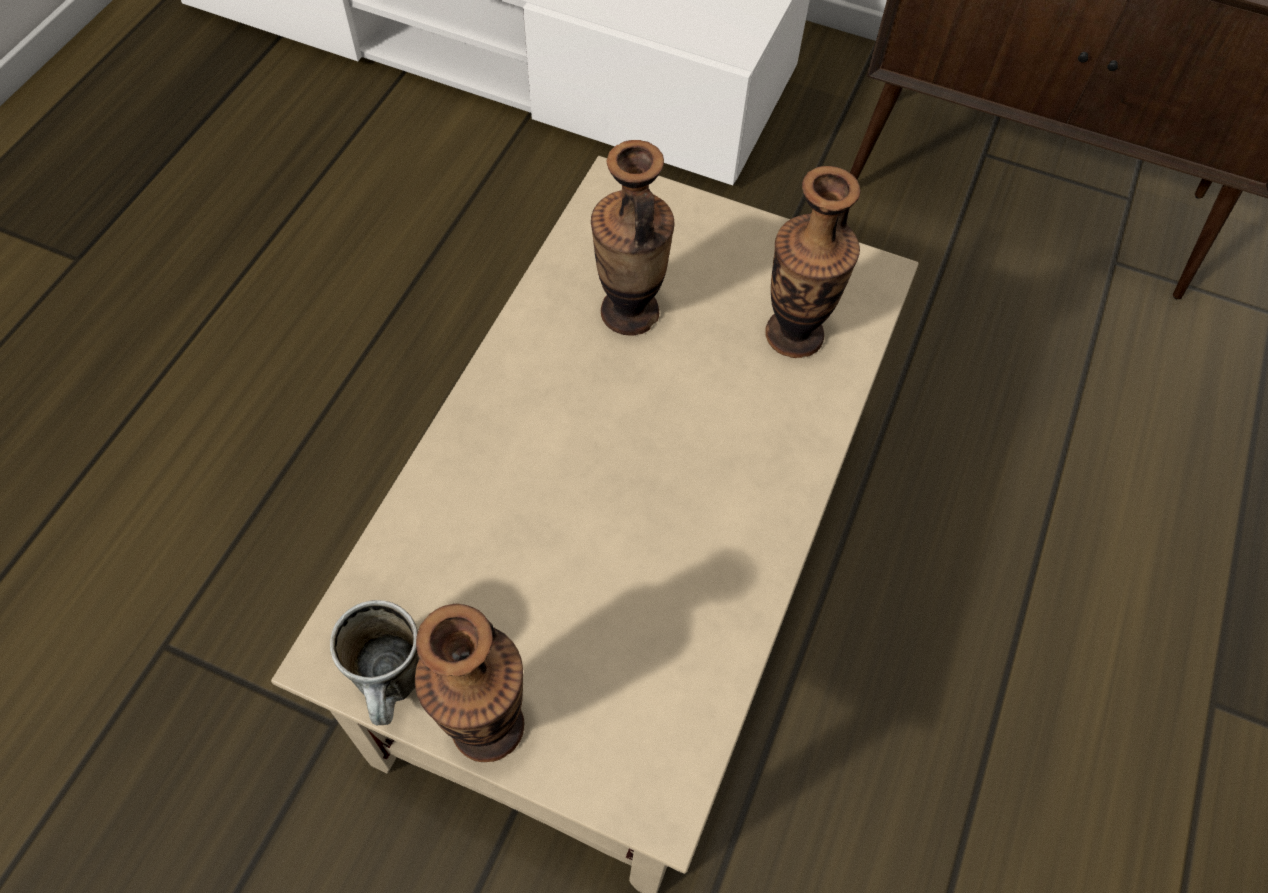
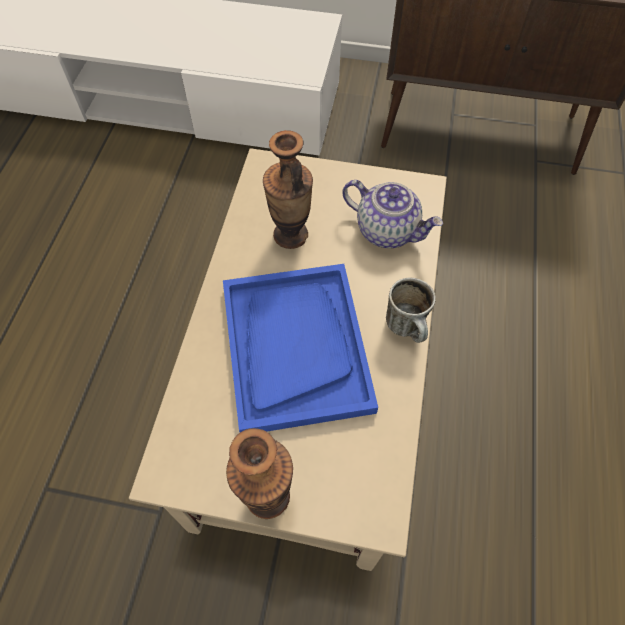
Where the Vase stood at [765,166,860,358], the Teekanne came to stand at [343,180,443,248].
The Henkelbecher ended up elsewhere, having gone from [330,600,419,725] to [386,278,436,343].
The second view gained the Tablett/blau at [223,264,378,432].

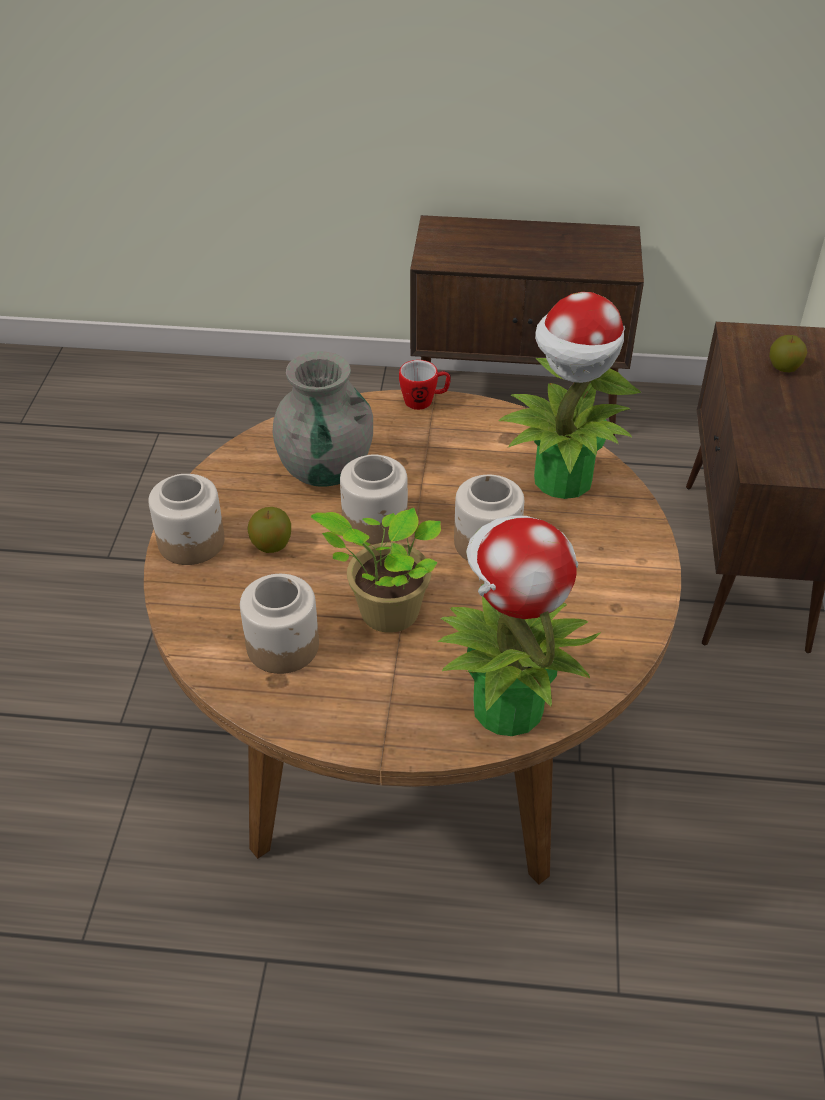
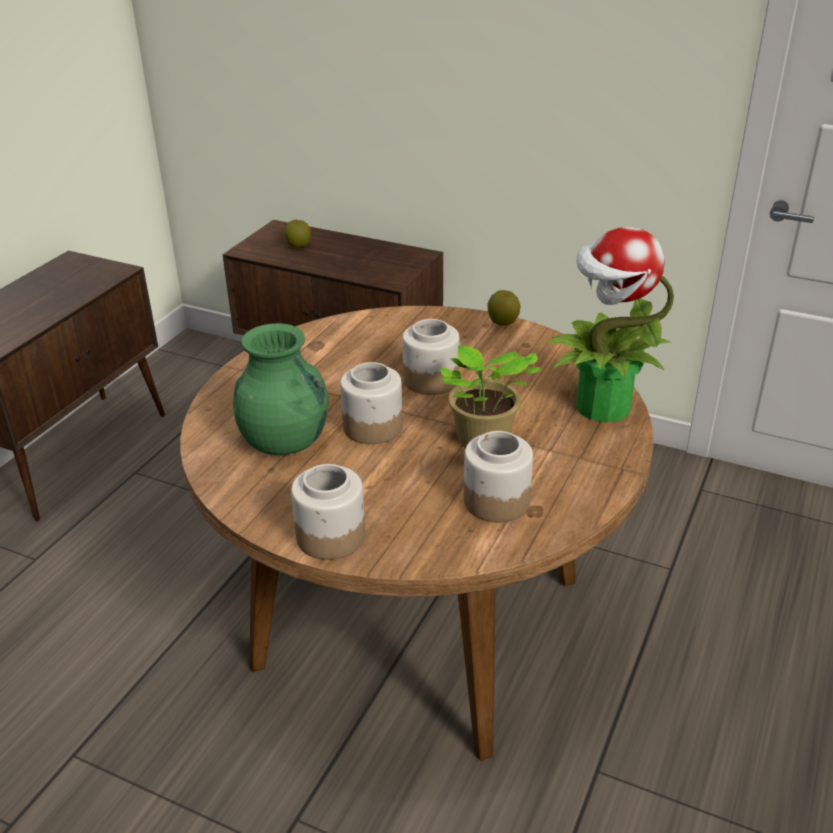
The second view lost the Topfpflanze at [499,292,641,499].
What was the Vase/grau at [273,351,373,487] turned into the Vase/grün at [233,323,328,455].
The second view lost the Henkelbecher at [399,360,451,410].
The Apfel ended up elsewhere, having gone from [247,507,291,553] to [487,290,521,325].

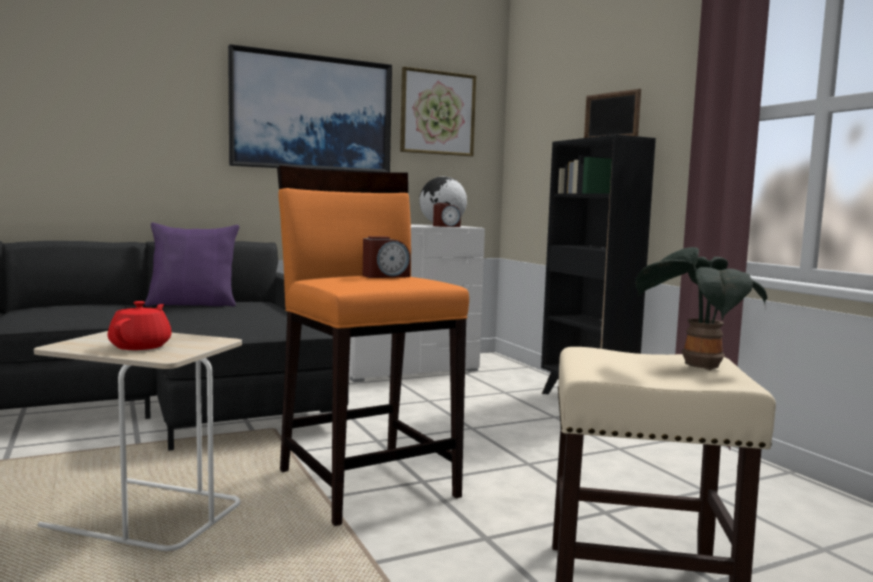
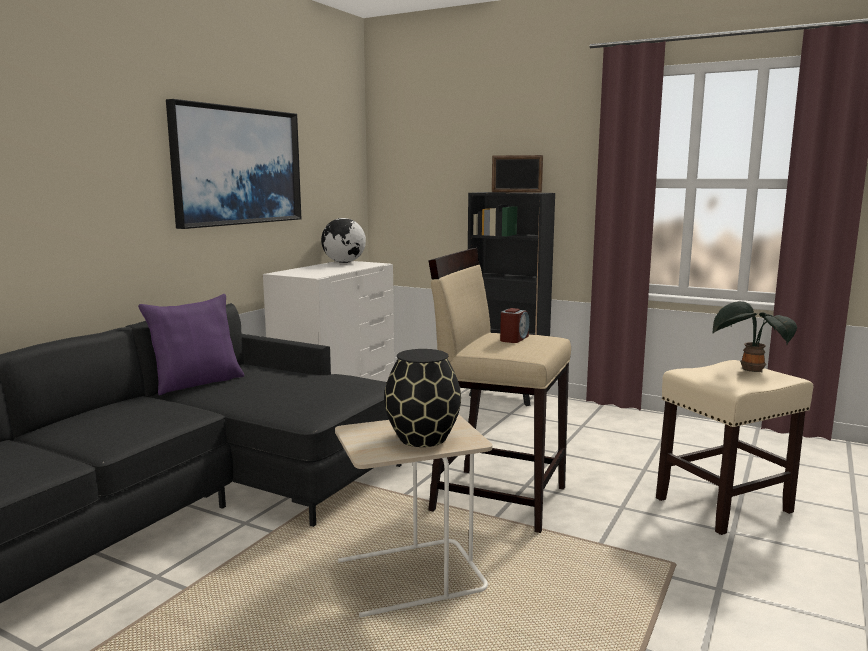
The second view lost the Bild at [400,67,476,157].
What was the Hocker/orange at [277,165,469,526] turned into the Hocker/beige at [428,248,571,533].
The second view lost the Wecker at [433,203,461,227].
Where the Teekanne/rot stood at [107,301,172,350], the Vase/schwarz came to stand at [384,349,461,447].

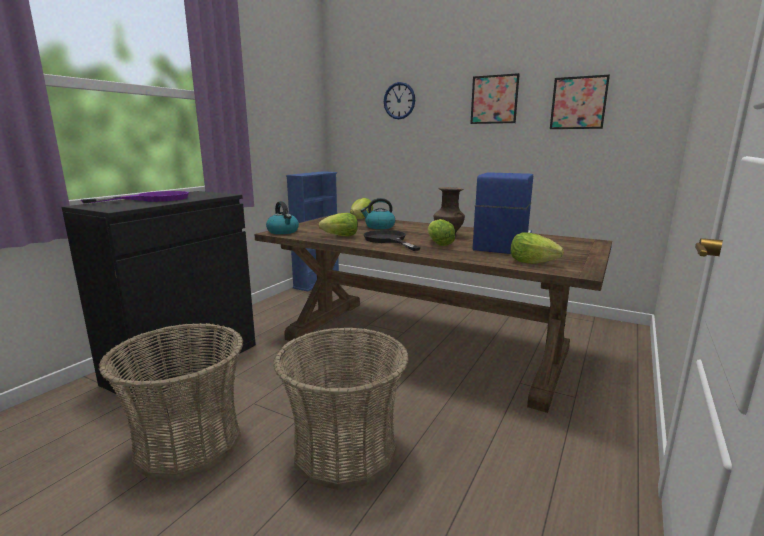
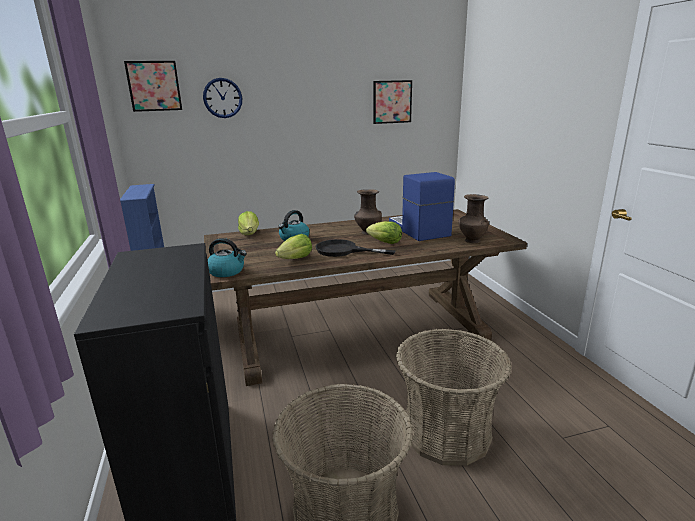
The Bild ended up elsewhere, having gone from [470,73,520,124] to [124,61,182,112].
The second view lost the Pfanne/lila at [81,191,189,204].
Where the Salatkopf stood at [510,232,564,264], the Vase/braun came to stand at [458,194,489,243].

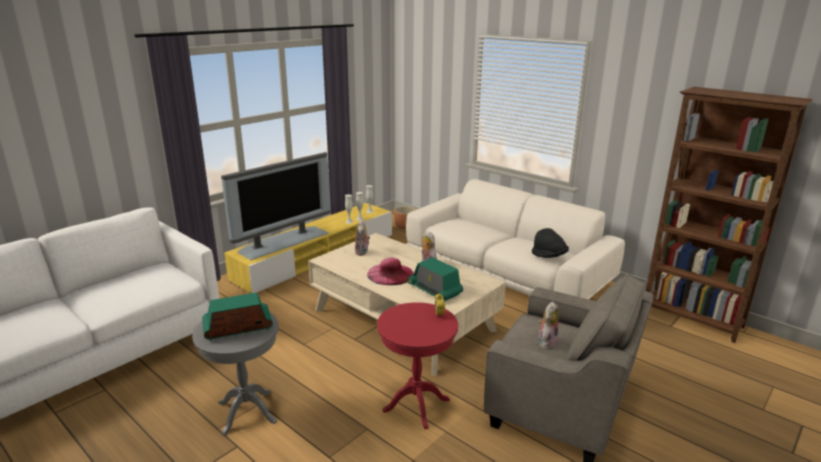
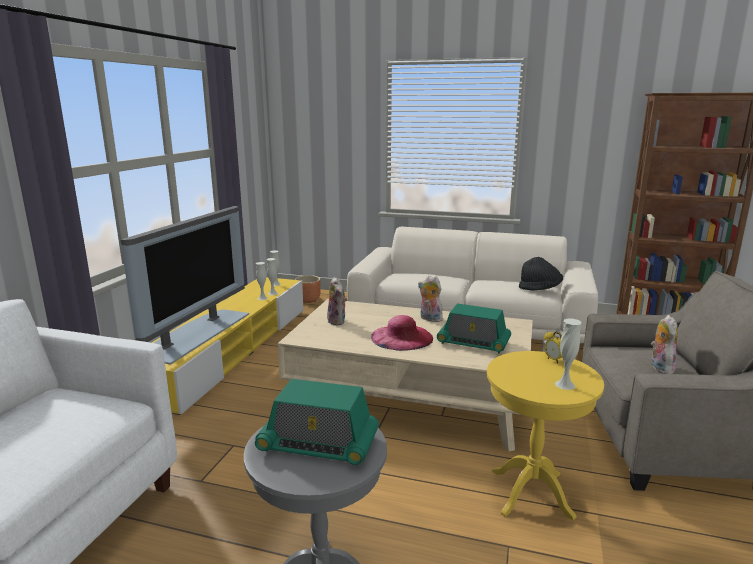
The Radio at [202,292,273,341] ended up facing another way, 120 degrees counterclockwise from before.
What was the Beistelltisch/rot at [377,302,458,429] turned into the Beistelltisch/gelb at [487,351,604,520].
The second view gained the Vase/weiß at [555,319,582,390].

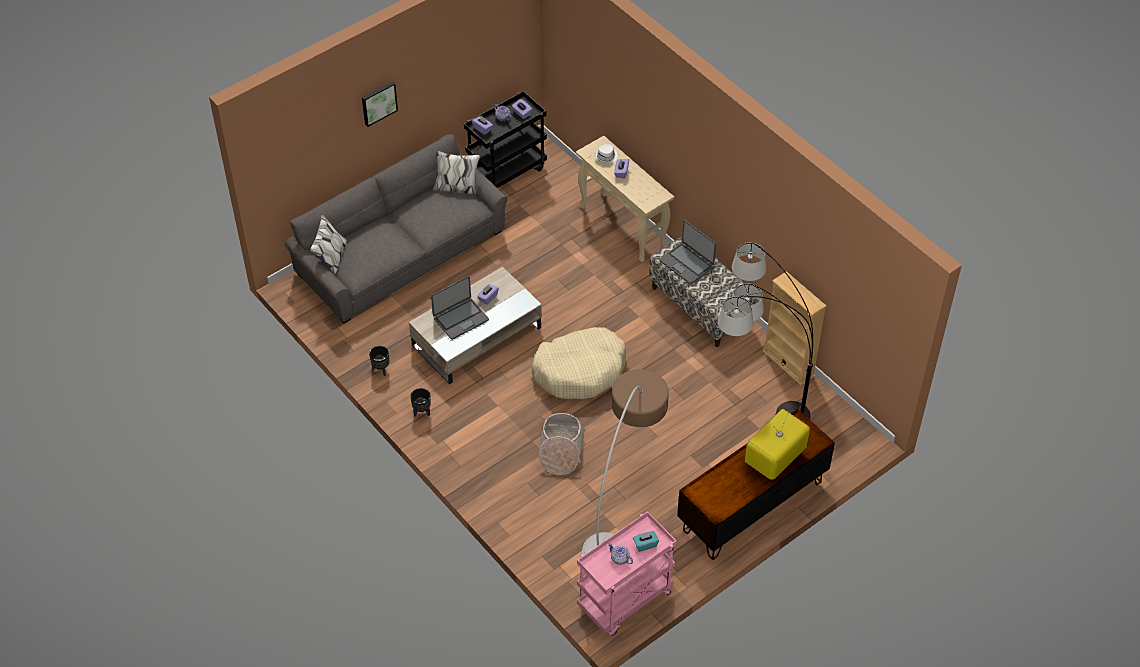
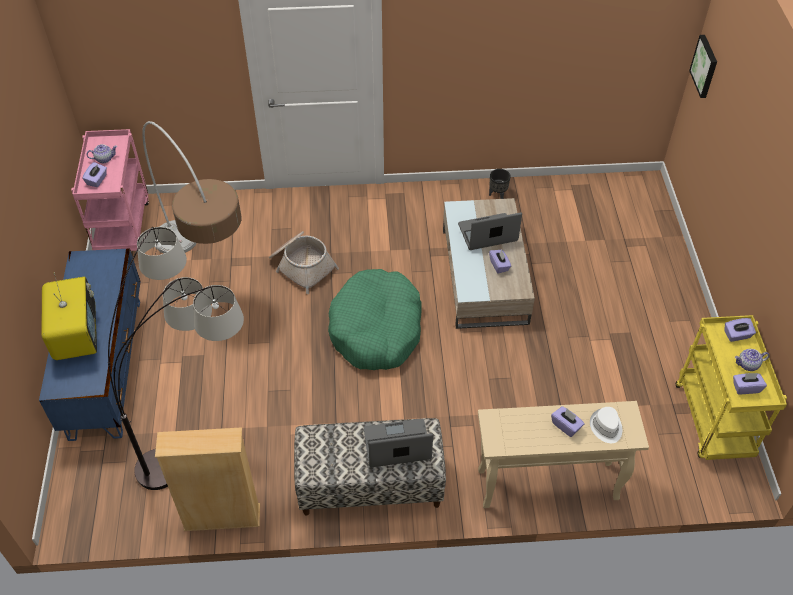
The Bild ended up elsewhere, having gone from [362,81,398,127] to [689,35,717,98].
What was the Rollwagen/schwarz at [464,91,547,188] turned into the Rollwagen/gelb at [676,315,787,460].
The second view lost the Sofa/grau at [285,134,507,323].
The Laptop at [431,276,489,340] ended up facing another way, 75 degrees clockwise from before.
What was the Hundebett/beige at [532,327,626,399] turned into the Hundebett/grün at [328,269,422,370].
The second view lost the Pflanzkübel/schwarz at [410,388,431,416].
What was the Fernsehschrank/braun at [677,409,835,560] turned into the Fernsehschrank/blau at [39,248,141,441].
What was the Taschentuchbox/türkis at [633,531,659,552] turned into the Taschentuchbox/lila at [82,162,107,187].

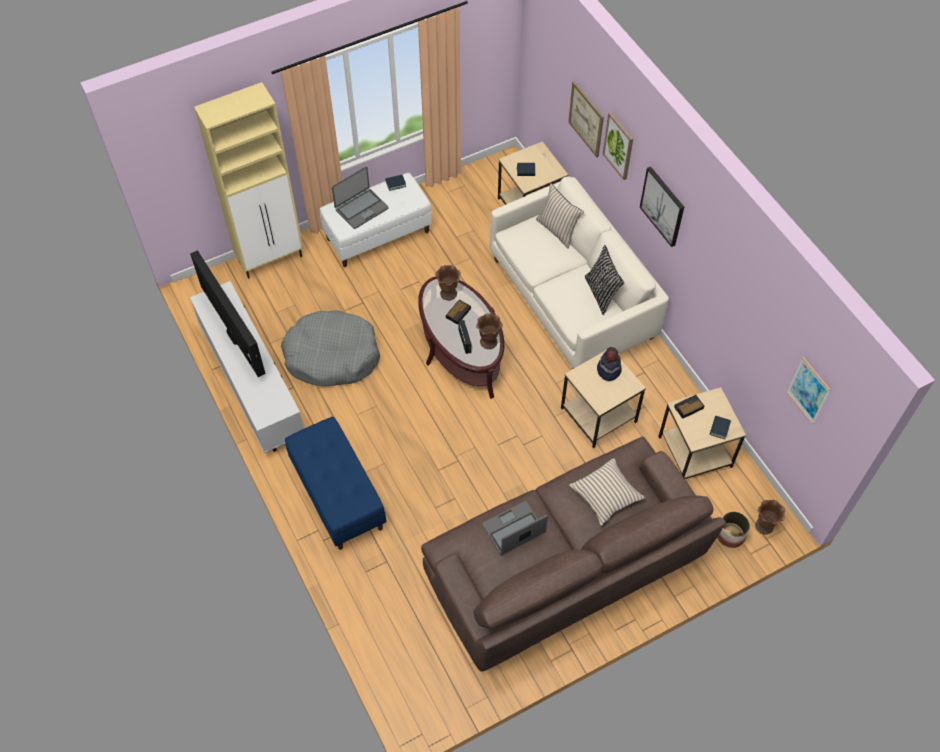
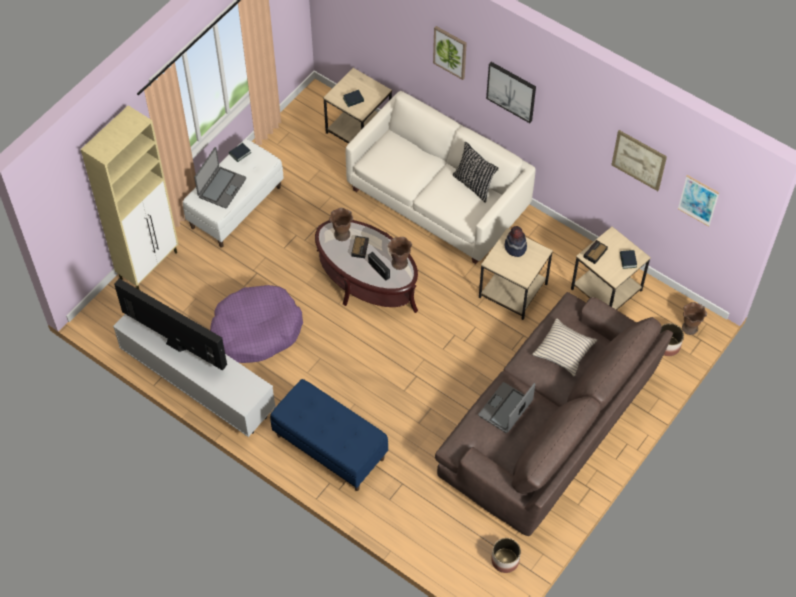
The Bild ended up elsewhere, having gone from [568,81,604,157] to [611,130,667,191].
The second view lost the Kissen/beige at [536,183,584,249].
What was the Hundebett/grau at [281,310,380,386] turned into the Hundebett/lila at [210,285,303,363].
The second view gained the Pflanzkübel at [491,538,521,573].

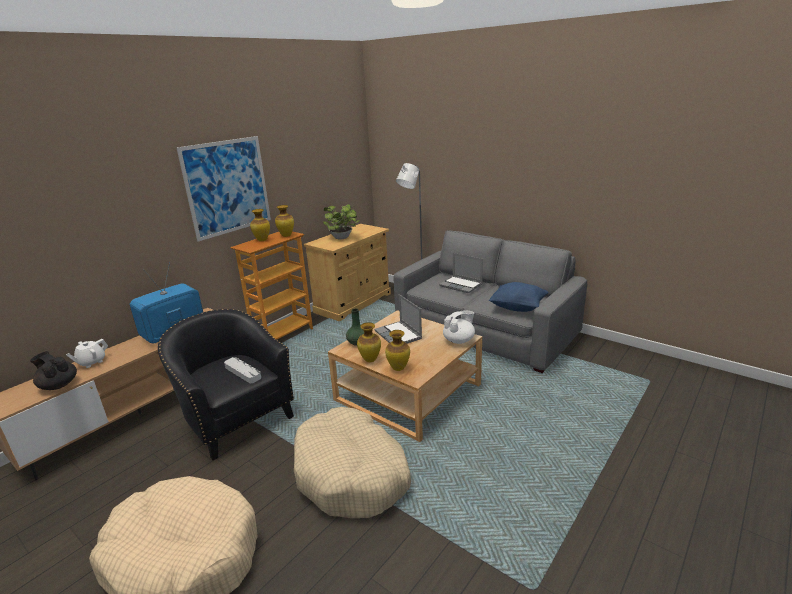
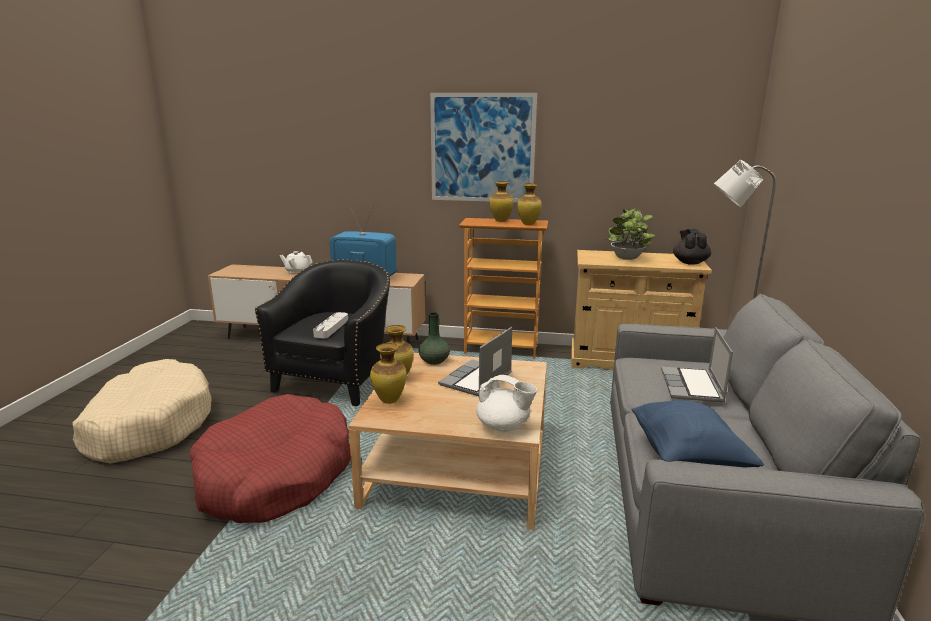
The Teekanne/schwarz ended up elsewhere, having gone from [30,351,77,390] to [673,229,711,265].
What was the Hundebett/beige at [294,407,411,518] turned into the Hundebett/rot at [190,394,351,523].

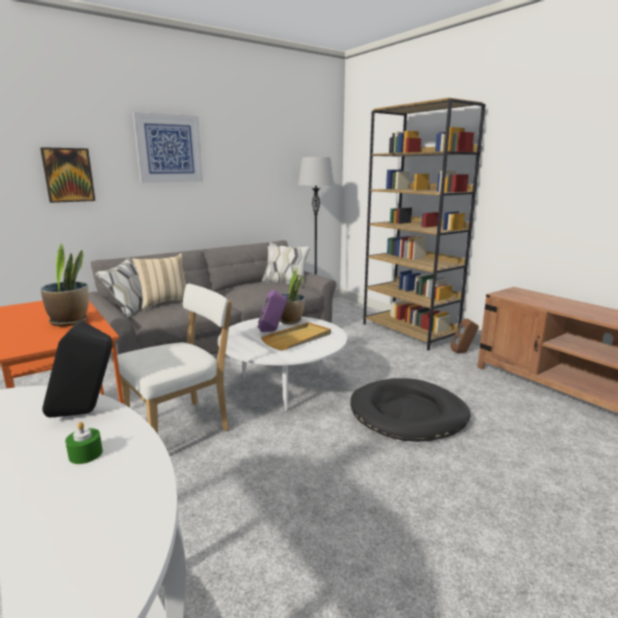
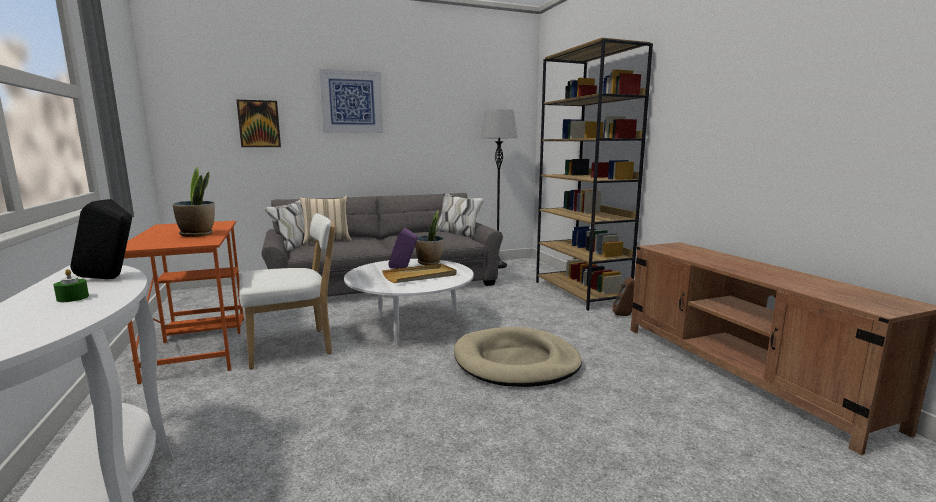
What was the Hundebett/schwarz at [350,378,471,442] turned into the Hundebett/beige at [454,327,582,387].

